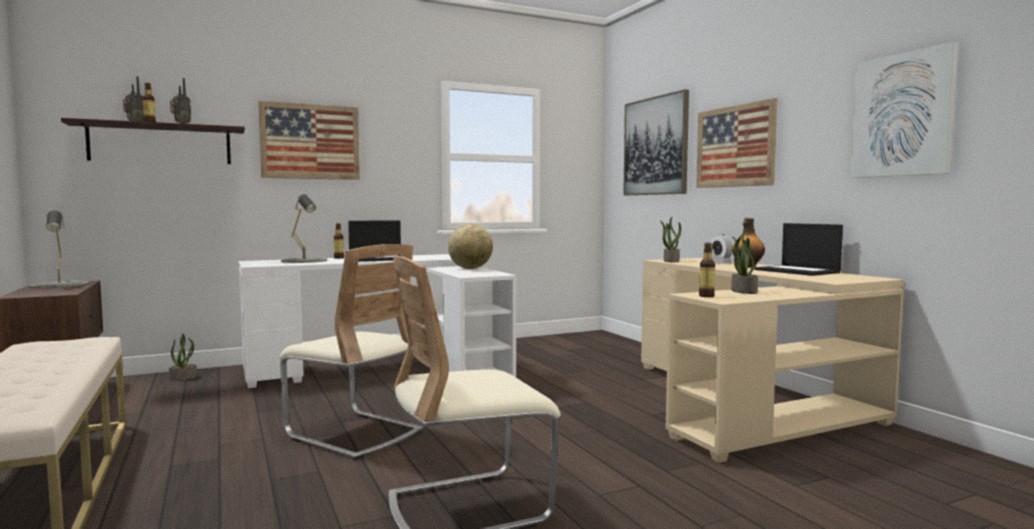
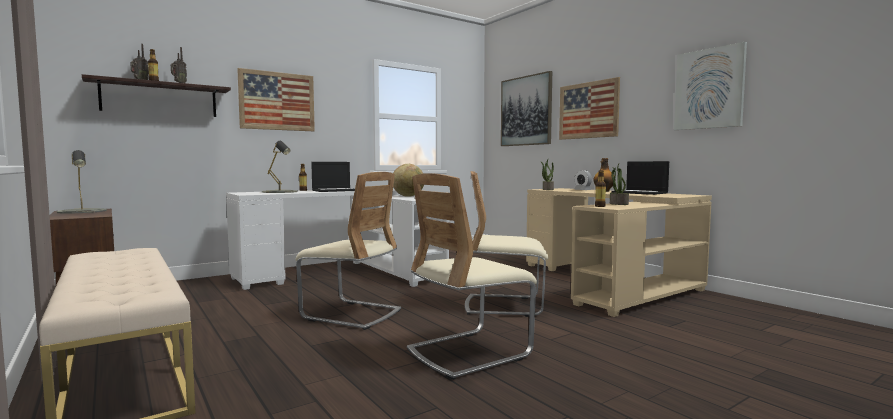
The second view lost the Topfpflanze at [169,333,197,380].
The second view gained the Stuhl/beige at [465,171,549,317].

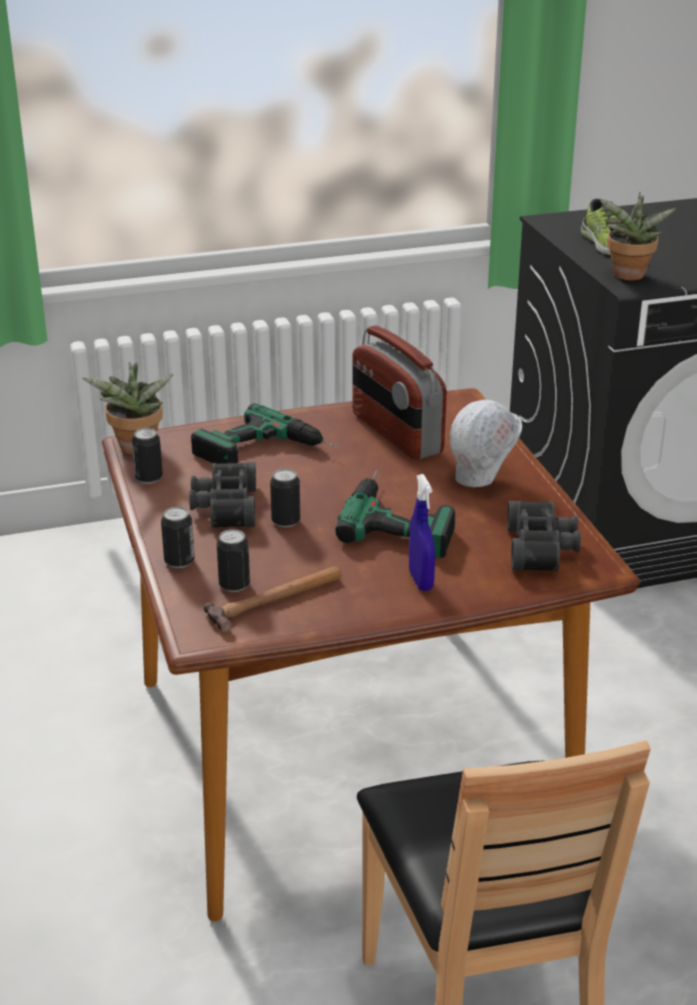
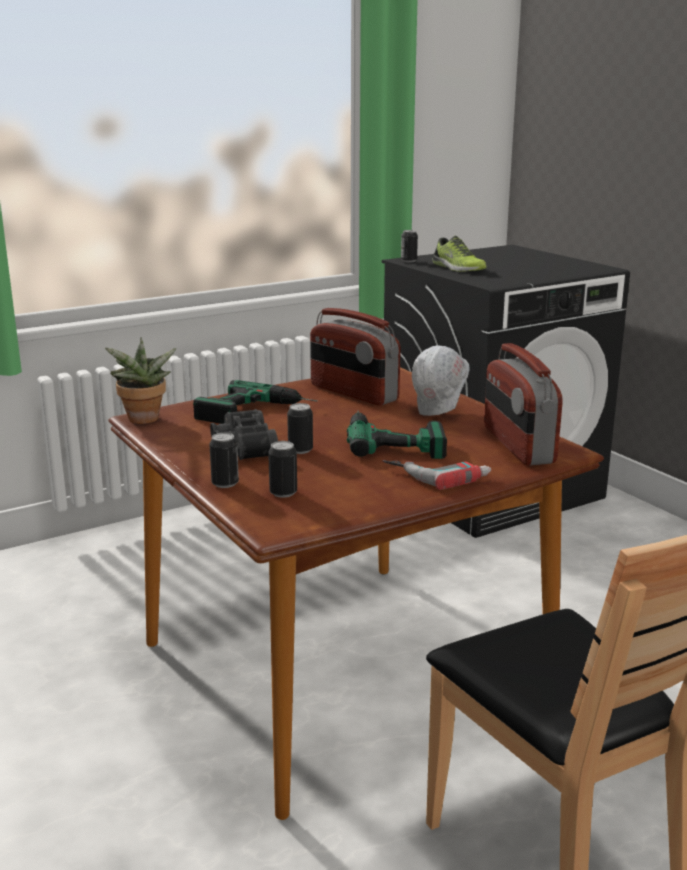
The second view lost the Topfpflanze at [599,192,676,280].
The Dose ended up elsewhere, having gone from [132,428,163,484] to [401,230,418,263].
Where the Sprühflasche/blau stood at [409,474,435,591], the Bohrmaschine came to stand at [383,460,491,490].
Where the Fernglas/schwarz stood at [507,501,581,572], the Radio came to stand at [484,343,563,466].
The second view lost the Hammer at [204,566,342,633].

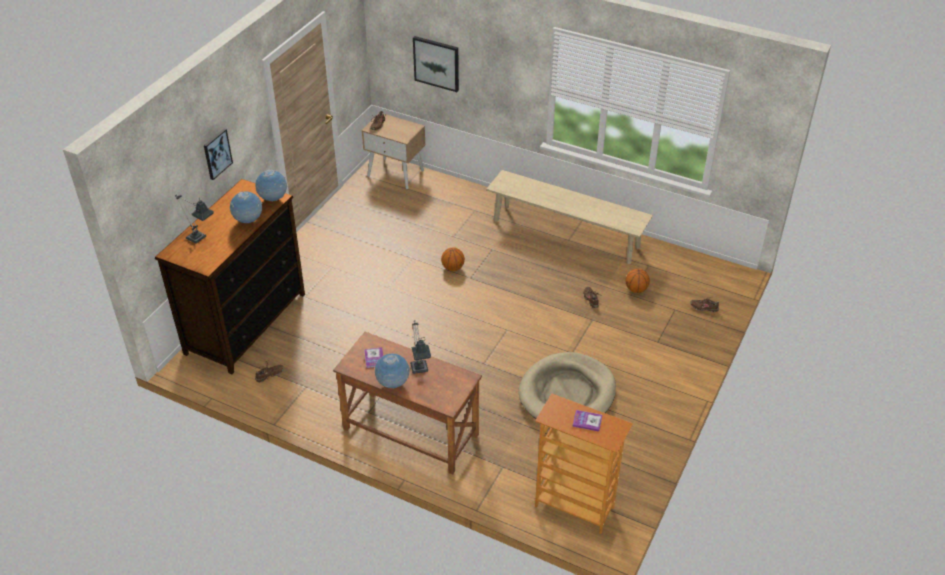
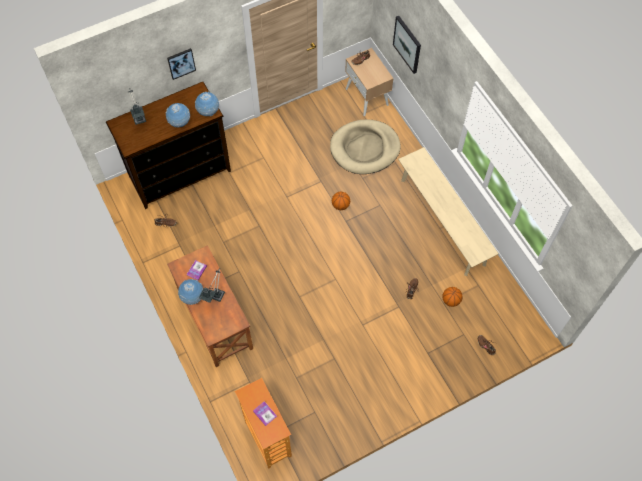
The Hundebett/beige ended up elsewhere, having gone from [519,352,616,419] to [330,119,401,174].

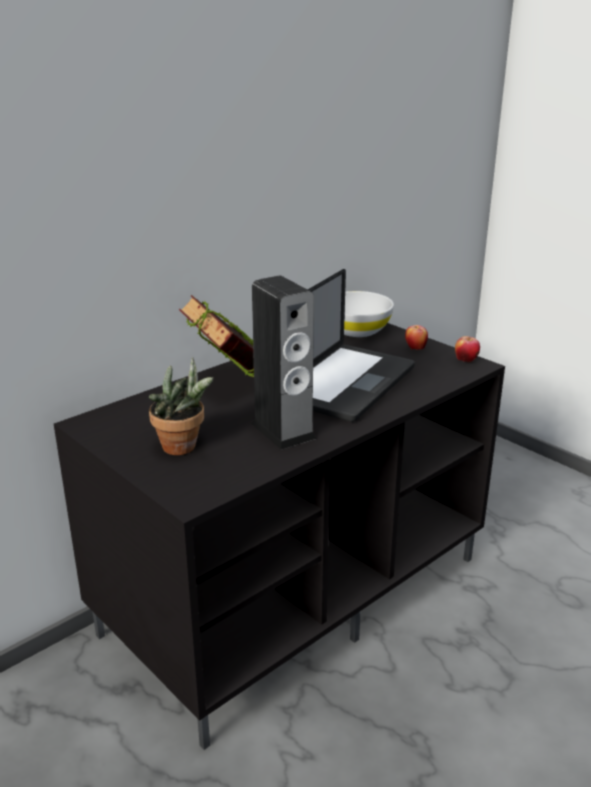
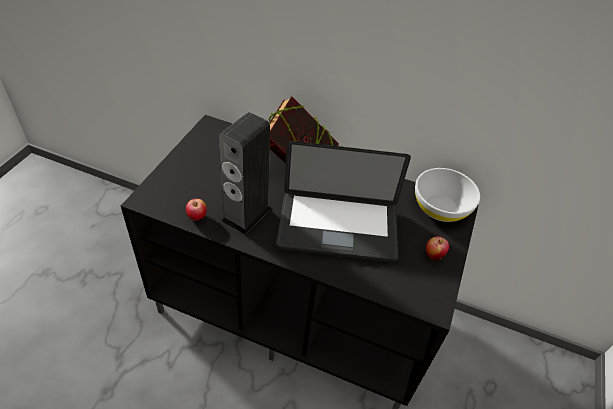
The Apfel ended up elsewhere, having gone from [455,336,480,362] to [186,199,207,221].
The second view lost the Topfpflanze at [149,357,213,455].

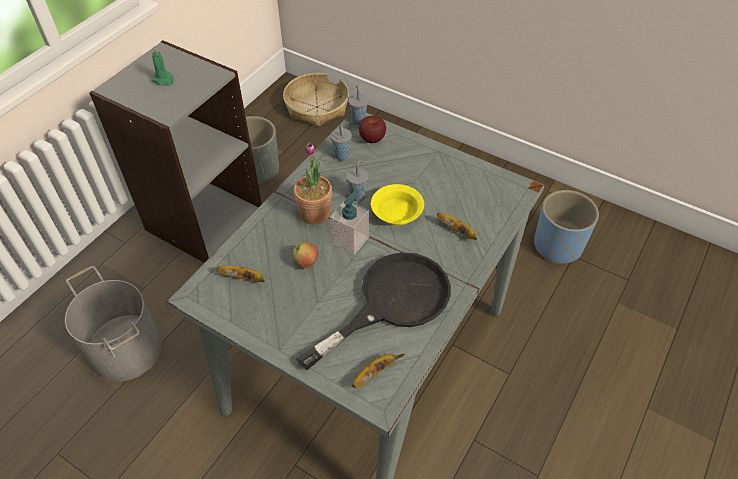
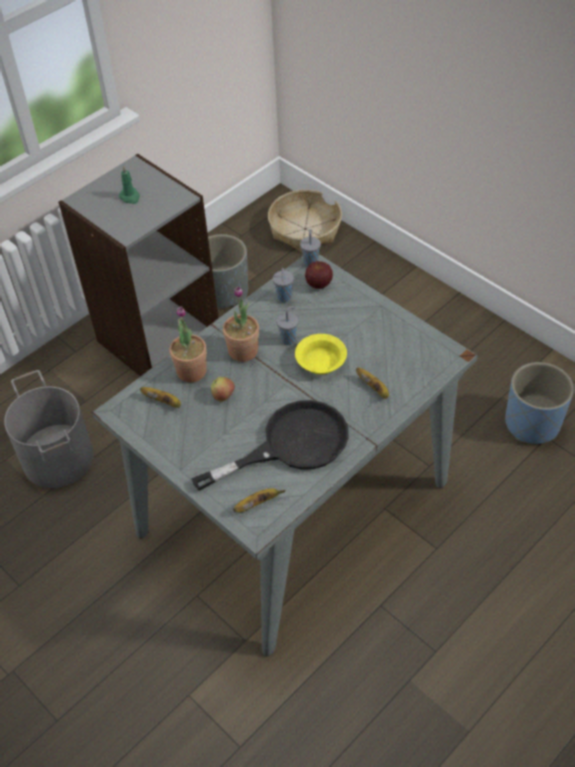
The second view lost the Seifenspender at [330,190,369,255].
The second view gained the Topfpflanze at [170,306,207,382].

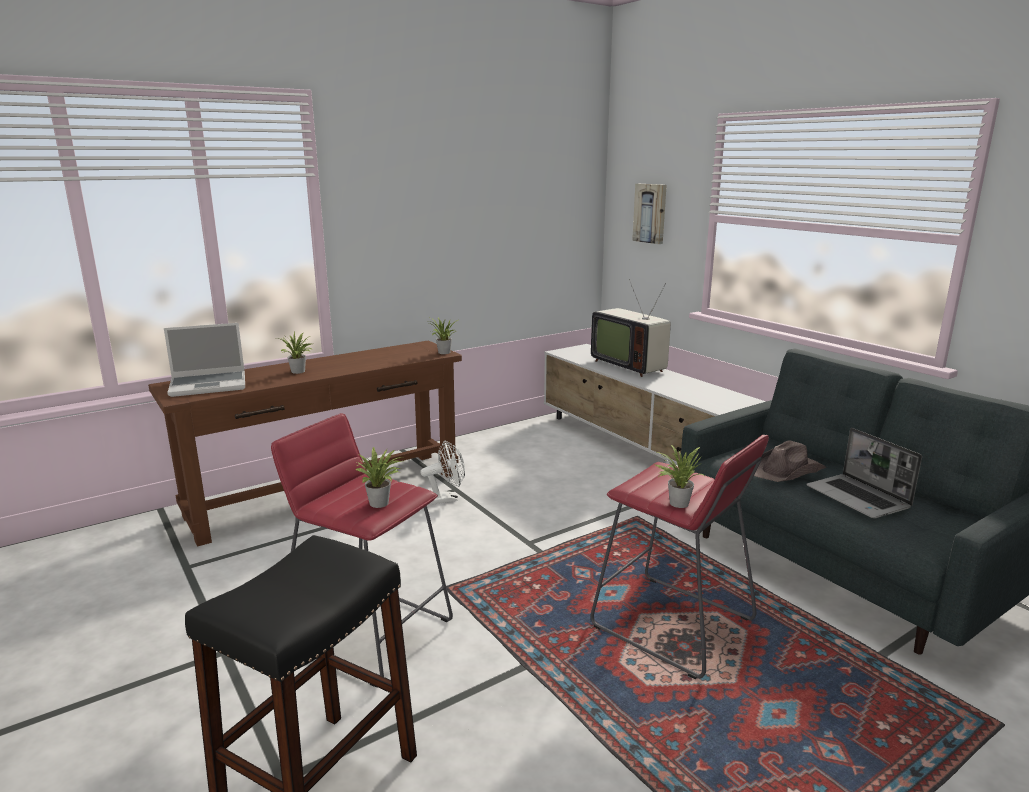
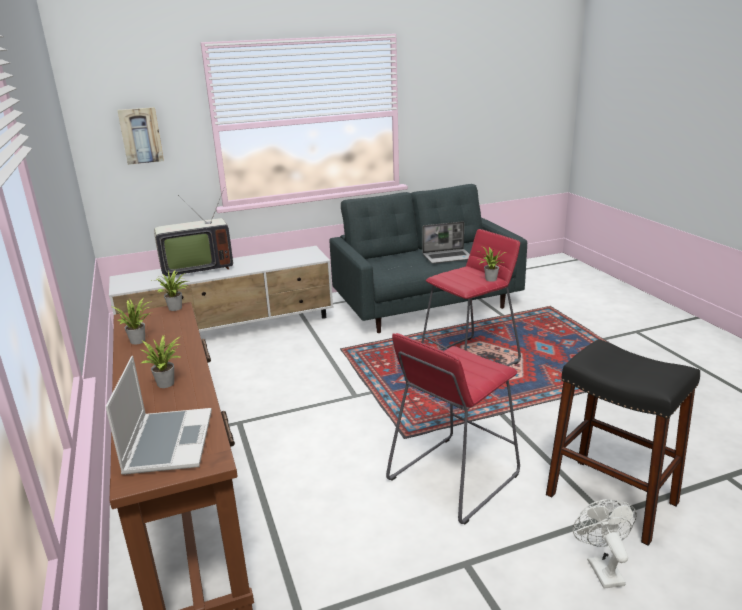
The second view lost the Hut/braun at [754,440,827,482].
The Ventilator/weiß ended up elsewhere, having gone from [420,441,465,505] to [573,499,637,589].
The Topfpflanze ended up elsewhere, having gone from [355,446,402,508] to [113,298,152,344].

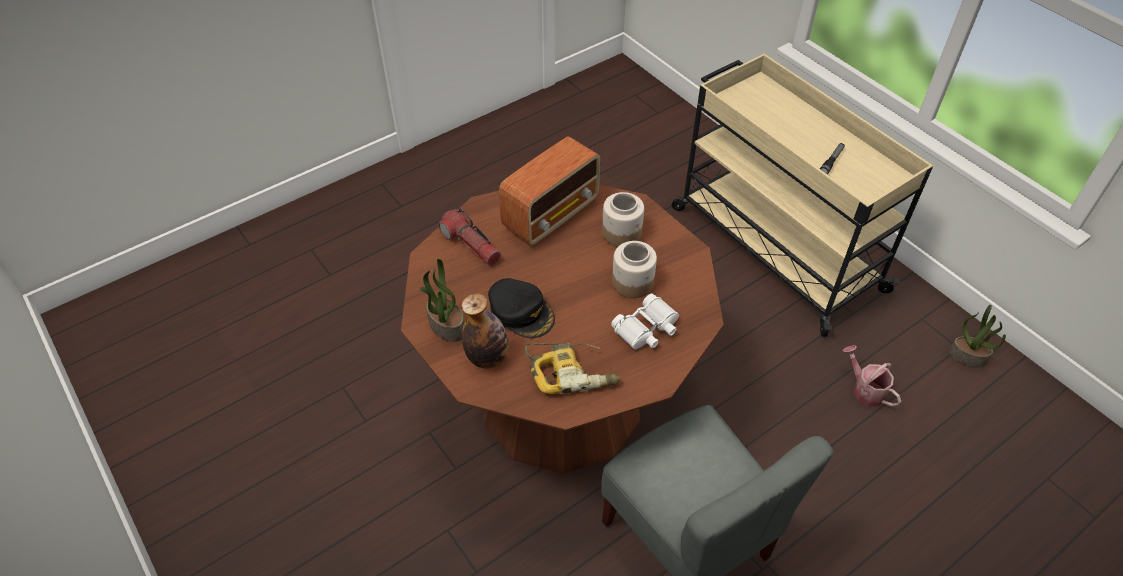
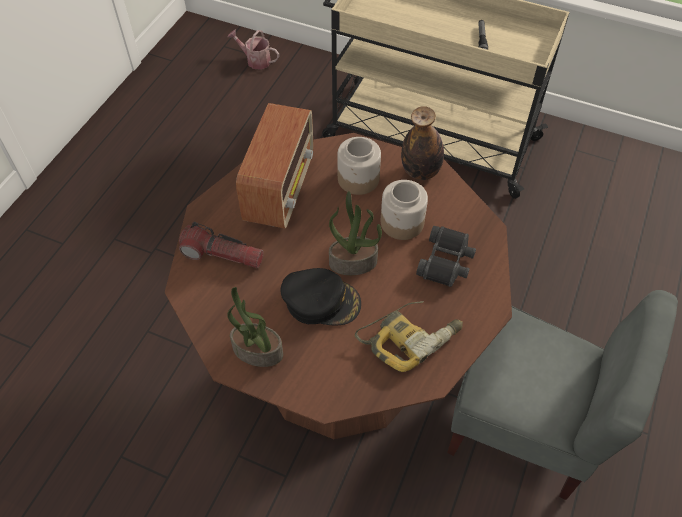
The Flasche ended up elsewhere, having gone from [461,293,509,368] to [401,106,444,180].
What was the Fernglas/weiß at [611,293,679,349] turned into the Fernglas/schwarz at [416,226,476,287].
The Topfpflanze ended up elsewhere, having gone from [949,305,1006,368] to [329,191,382,275].
The Gießkanne ended up elsewhere, having gone from [842,345,901,407] to [228,30,279,70].

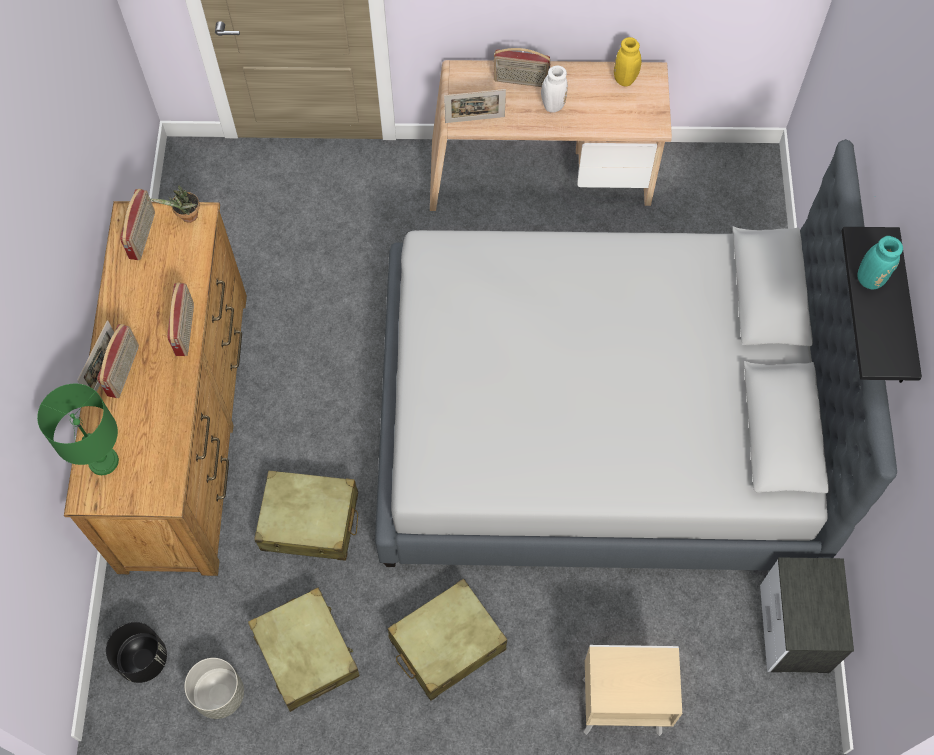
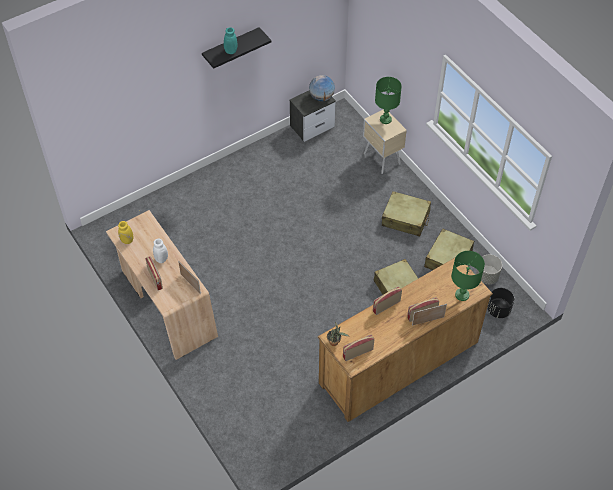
The second view lost the Bett/grau at [375,139,897,571].
The second view gained the Globus at [309,75,335,101].
The second view gained the Tischlampe/grün at [375,77,402,124].

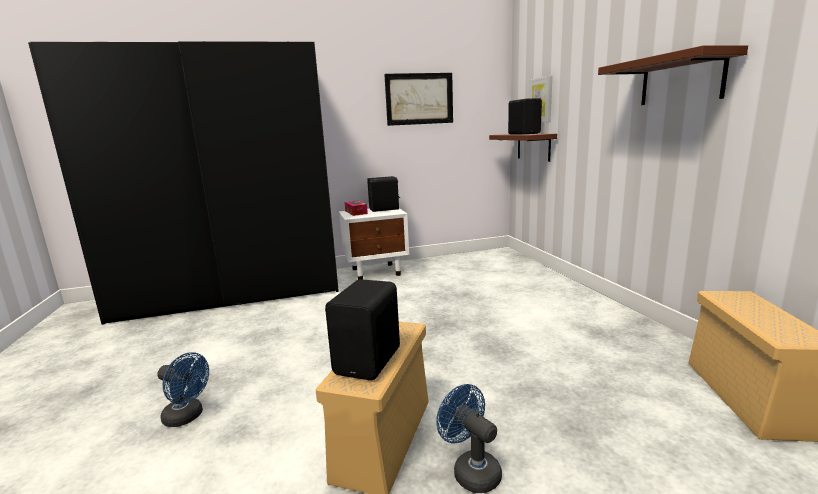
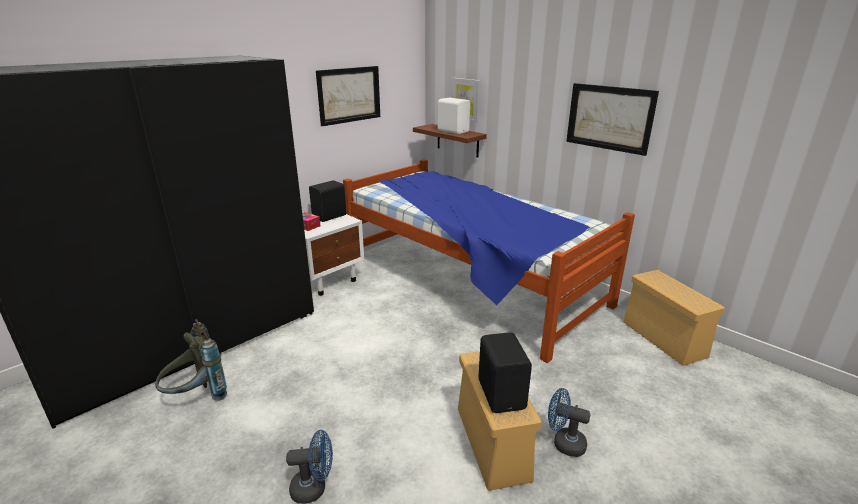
Where the Wandregal/braun hung at [598,45,748,105], the Bild came to hang at [566,83,659,156].
What was the Lautsprecher/schwarz at [508,98,542,135] turned into the Lautsprecher/weiß at [438,98,470,134].
The second view gained the Bett at [343,159,635,363].
The second view gained the Rucksack/grau at [155,319,227,401].

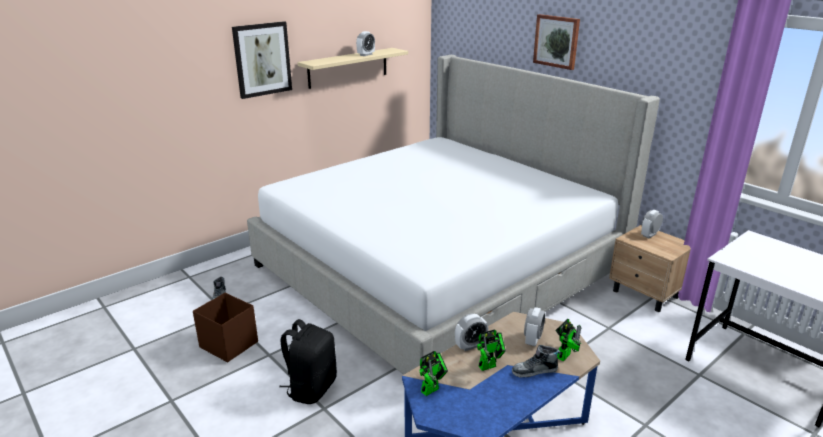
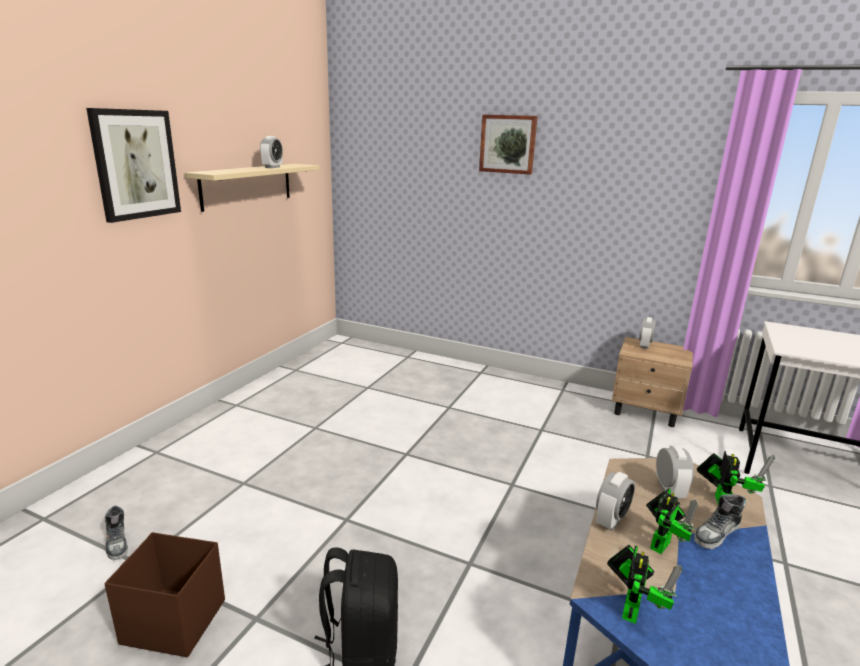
The second view lost the Bett at [247,55,660,375].

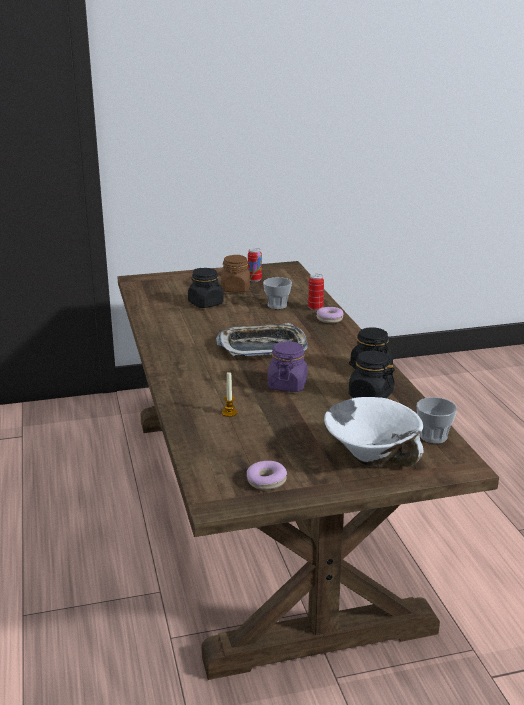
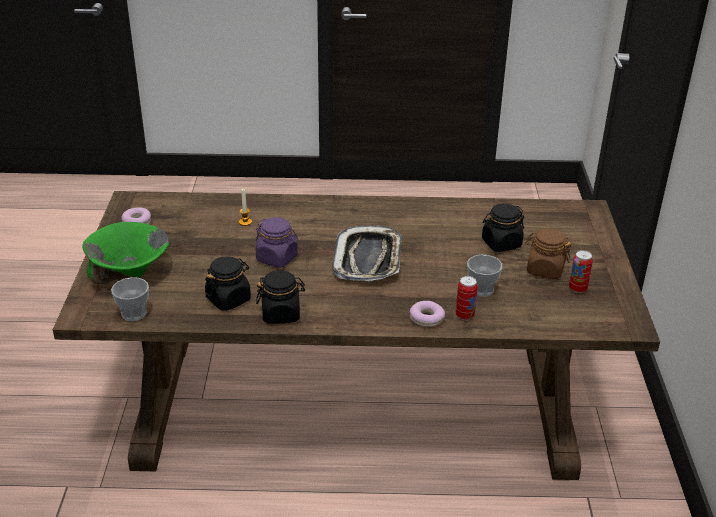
What was the Schüssel/weiß at [324,397,423,467] turned into the Schüssel/grün at [82,222,169,284].

